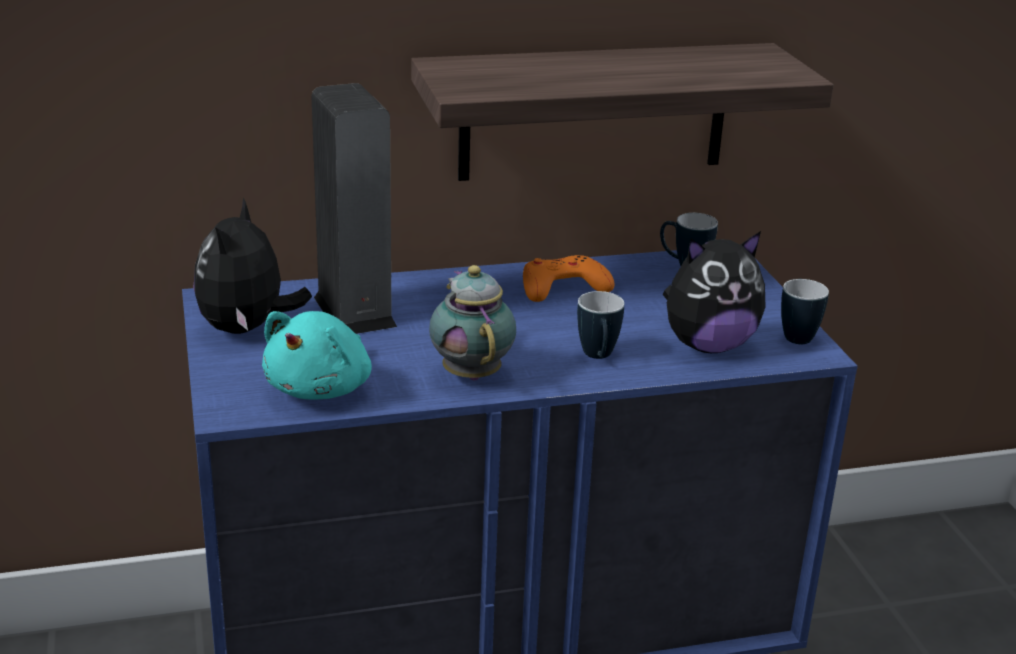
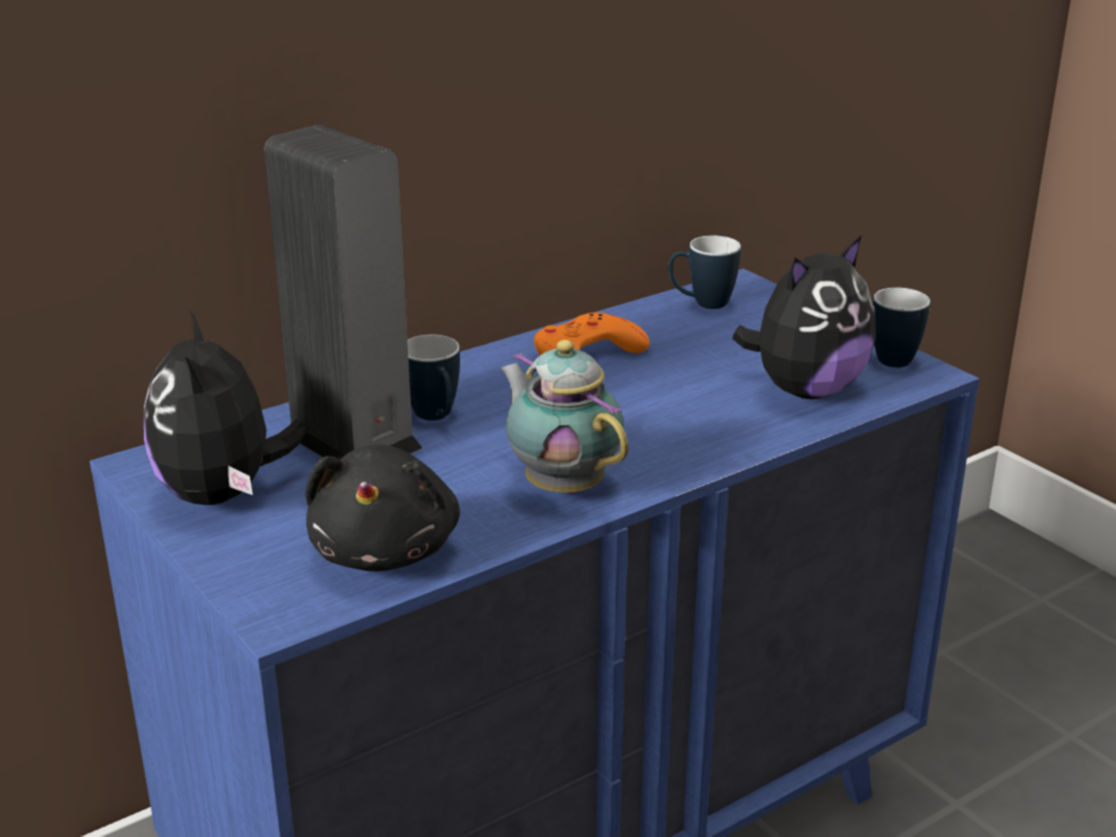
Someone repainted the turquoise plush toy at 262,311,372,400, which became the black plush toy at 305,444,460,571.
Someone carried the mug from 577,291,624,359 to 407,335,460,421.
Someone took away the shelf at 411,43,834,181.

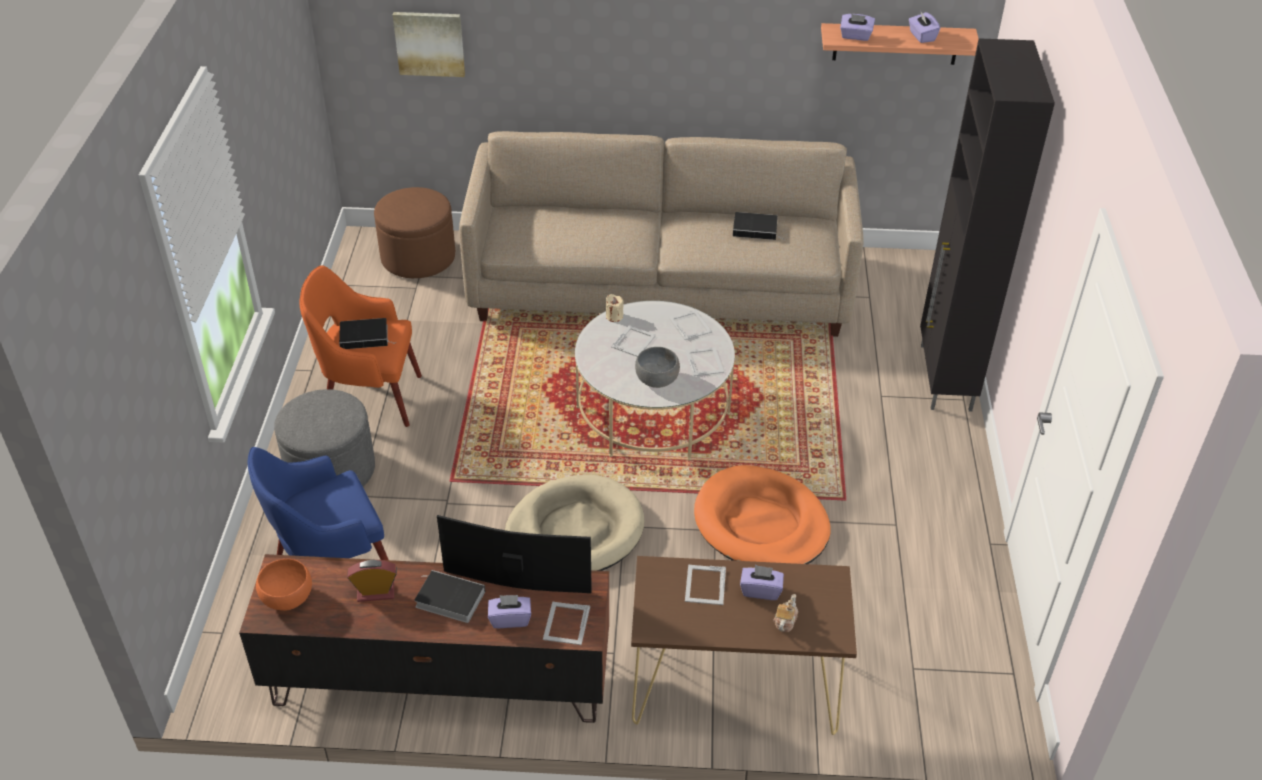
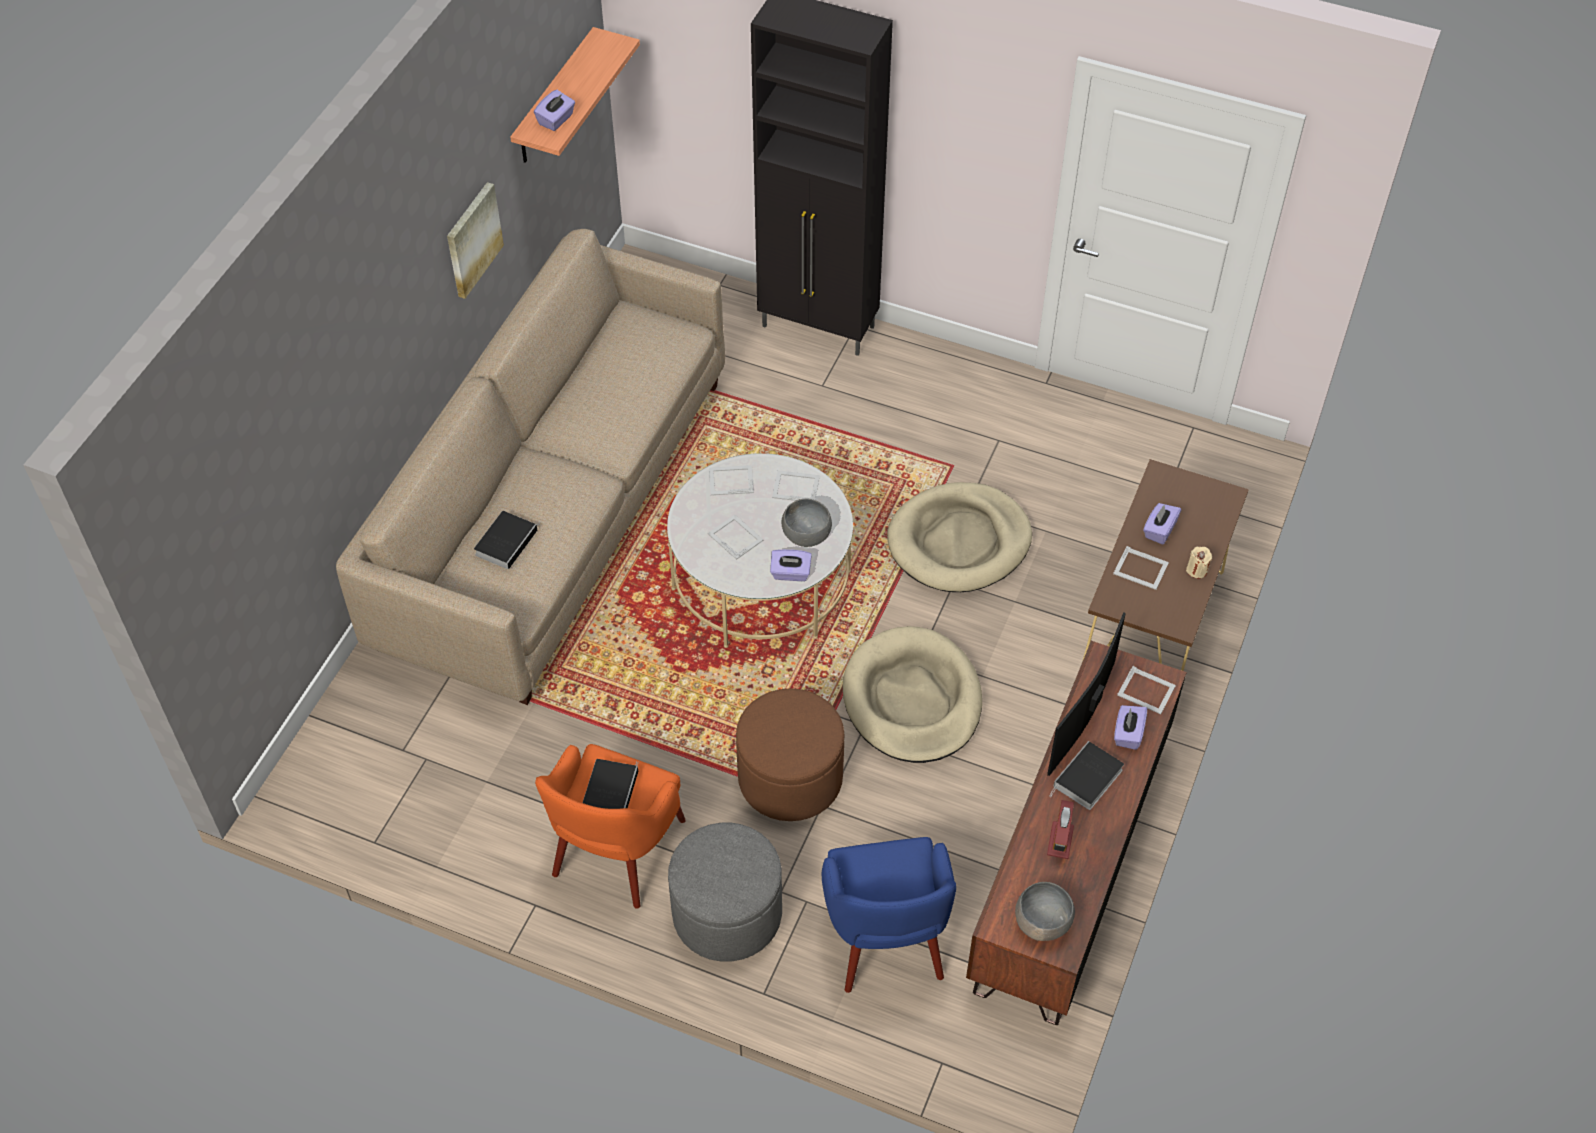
Someone carried the picture from 393,12,465,77 to 447,182,504,299.
Someone carried the book from 733,212,782,240 to 474,511,541,570.
Someone carried the brown ottoman from 374,187,455,278 to 736,688,845,821.
Someone carried the purple tissue box from 909,10,940,43 to 770,549,812,581.
Someone repainted the orange dog bed at 694,465,830,564, which became the beige dog bed at 887,482,1032,592.
Someone repainted the orange bowl at 256,559,312,611, which became the grey bowl at 1015,882,1075,941.
Someone carried the beige candle from 606,294,624,322 to 1186,547,1212,579.
Someone took away the teapot at 773,594,798,632.

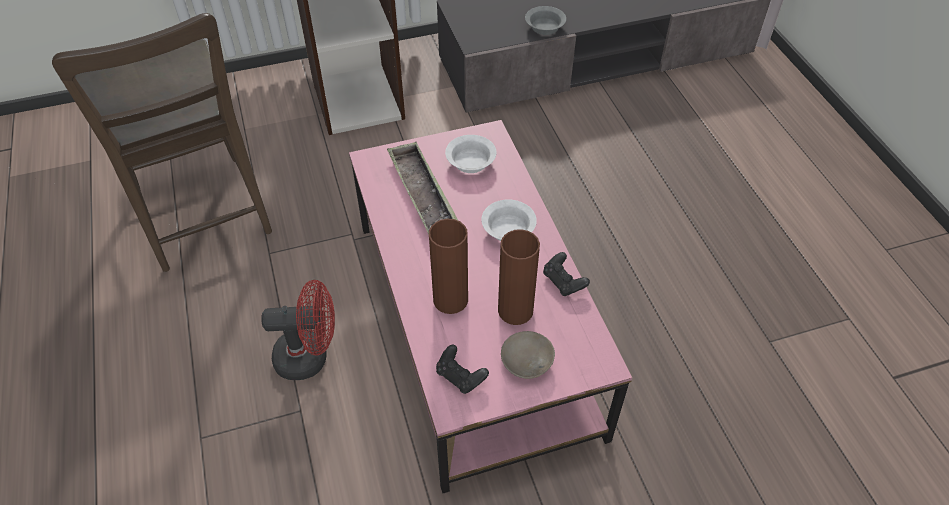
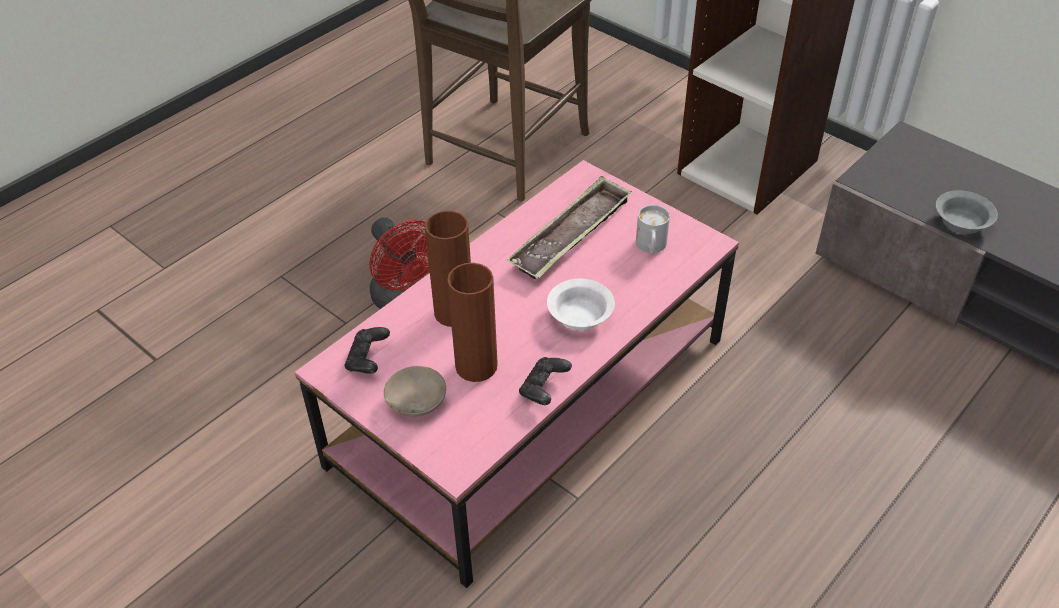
Someone swapped the white bowl at 445,135,497,173 for the white mug at 636,205,670,255.

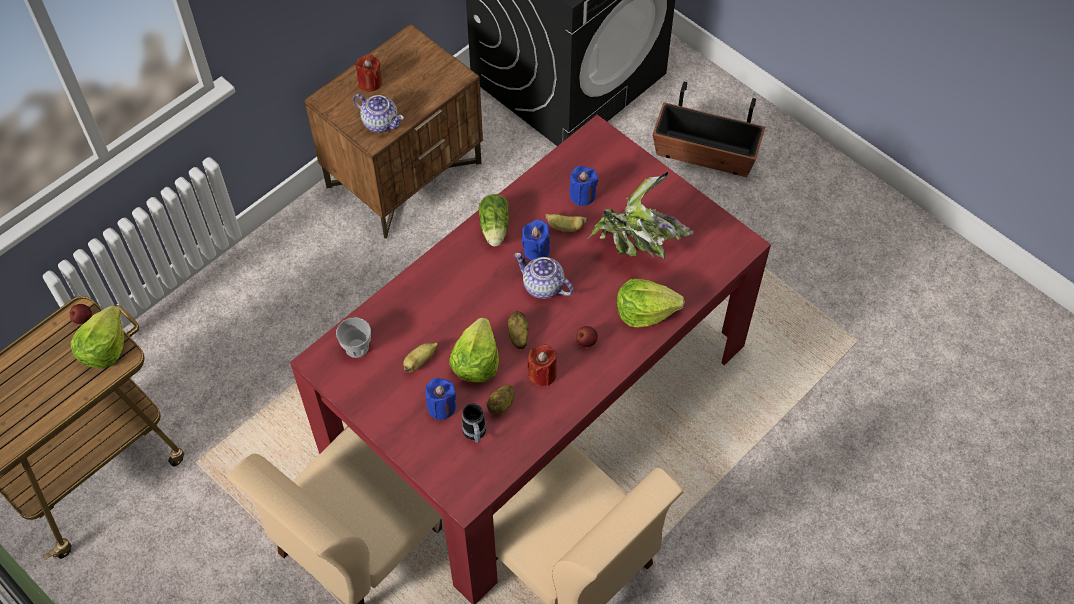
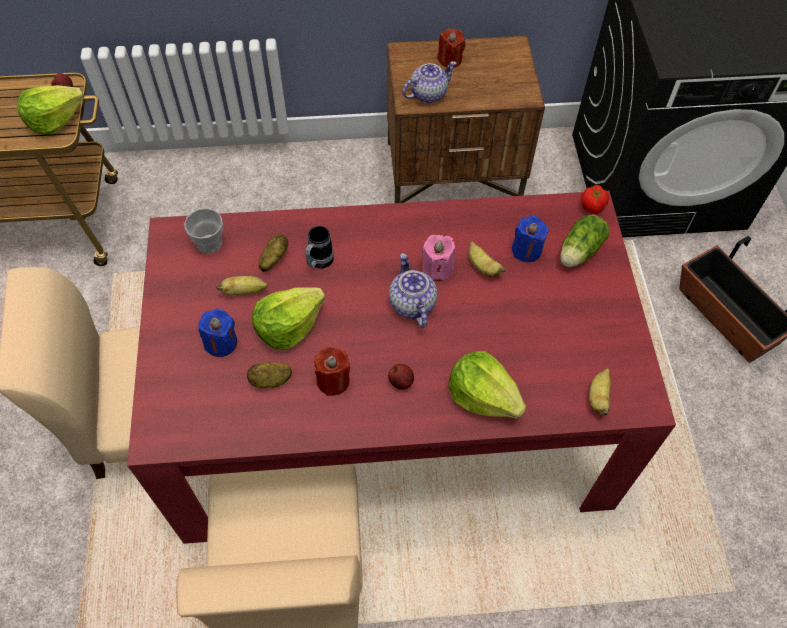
Someone carried the potato from 508,312,528,349 to 258,234,288,272.
Someone carried the mug from 462,403,486,443 to 305,226,334,268.
Someone rotated the teapot at 353,94,404,133 by 105 degrees counterclockwise.
Someone repainted the blue candle at 522,219,550,260, which became the pink candle at 421,235,455,281.
Someone carried the lettuce from 478,194,509,246 to 560,215,609,267.
Someone put down the tomato at 581,185,609,214.
Someone put down the banana at 589,368,611,415.
Someone took away the potted plant at 588,172,694,259.

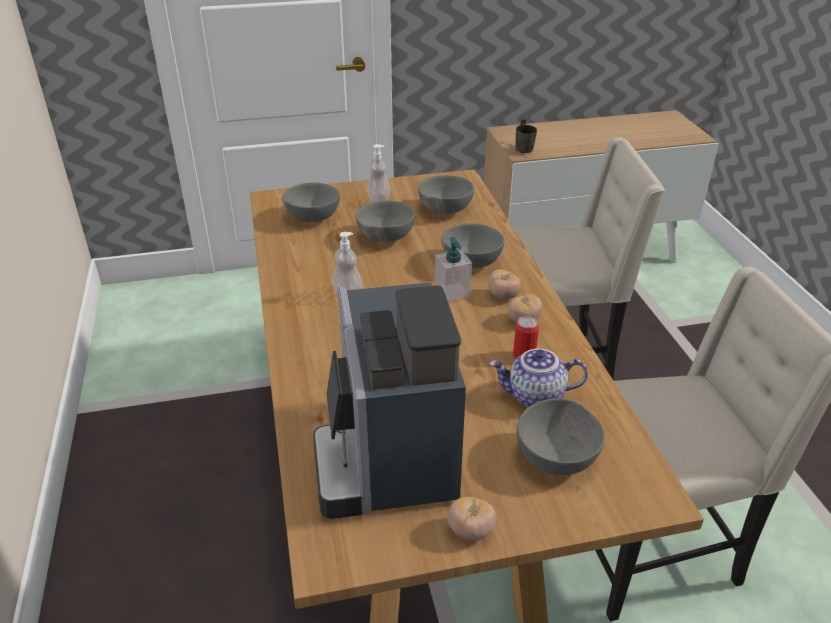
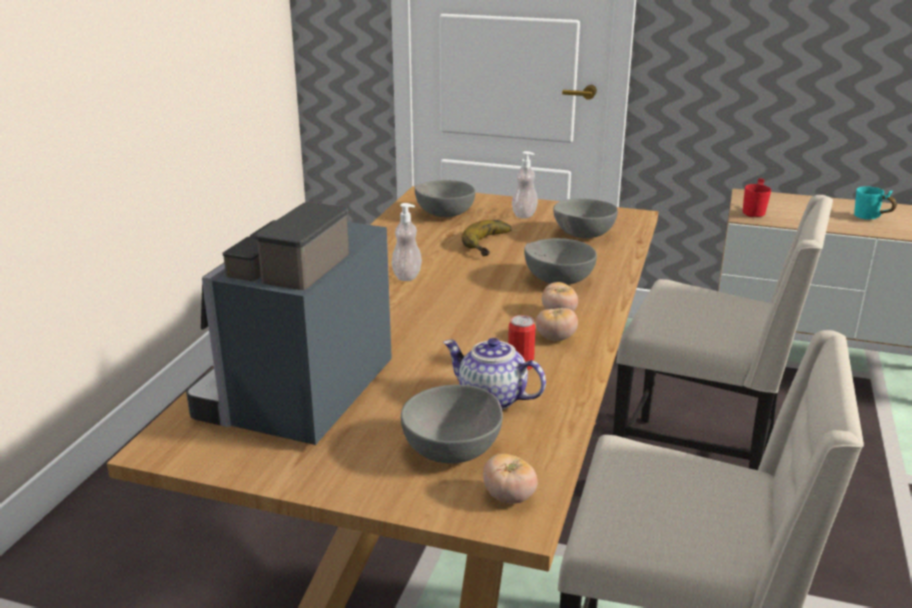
Someone swapped the grey bowl at 355,201,415,242 for the banana at 462,220,512,256.
Someone carried the tomato from 447,497,496,541 to 483,454,538,504.
Someone repainted the grey mug at 515,120,537,153, which became the red mug at 743,179,771,217.
Someone put down the turquoise mug at 854,186,897,220.
Someone took away the soap dispenser at 435,237,472,302.

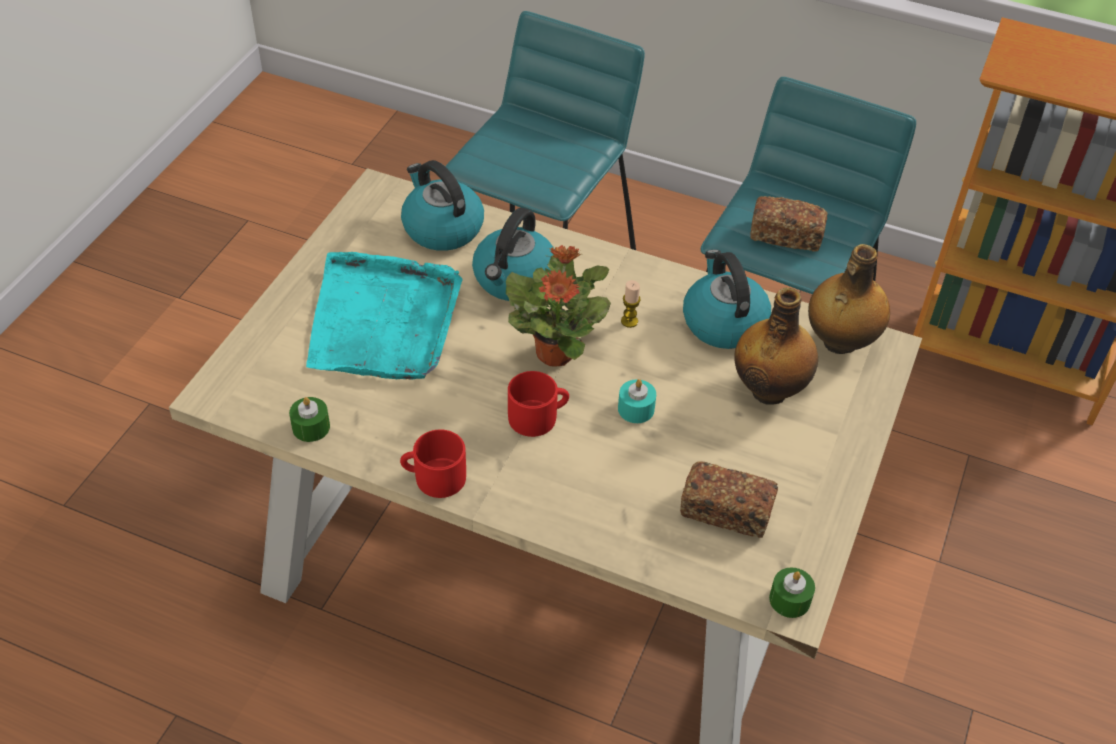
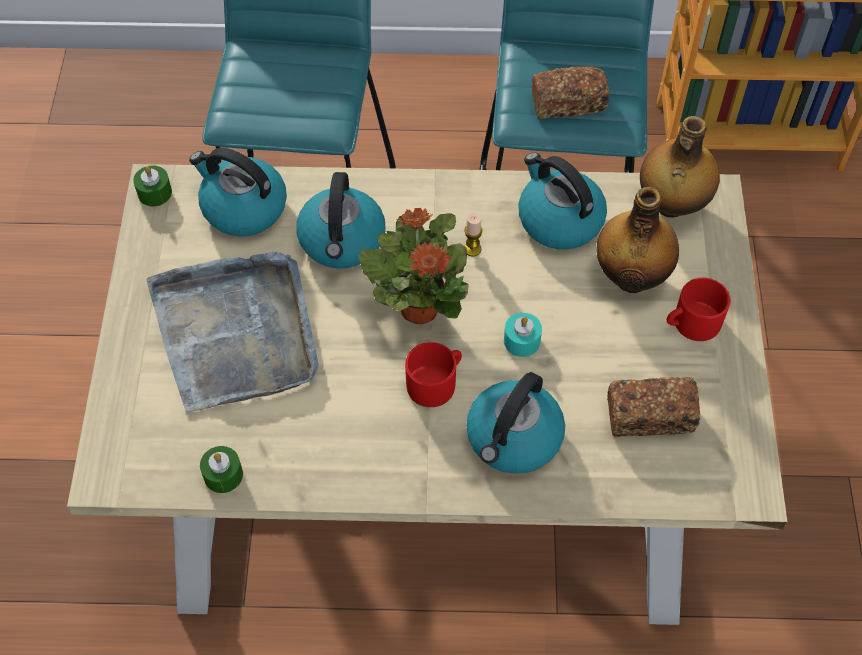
Someone carried the green candle from 769,568,815,618 to 133,165,172,207.
Someone repainted the turquoise tray at 306,252,462,379, which became the grey tray at 146,252,319,412.
Someone put down the kettle at 466,372,565,474.
Someone carried the red mug from 400,429,466,498 to 667,278,730,341.

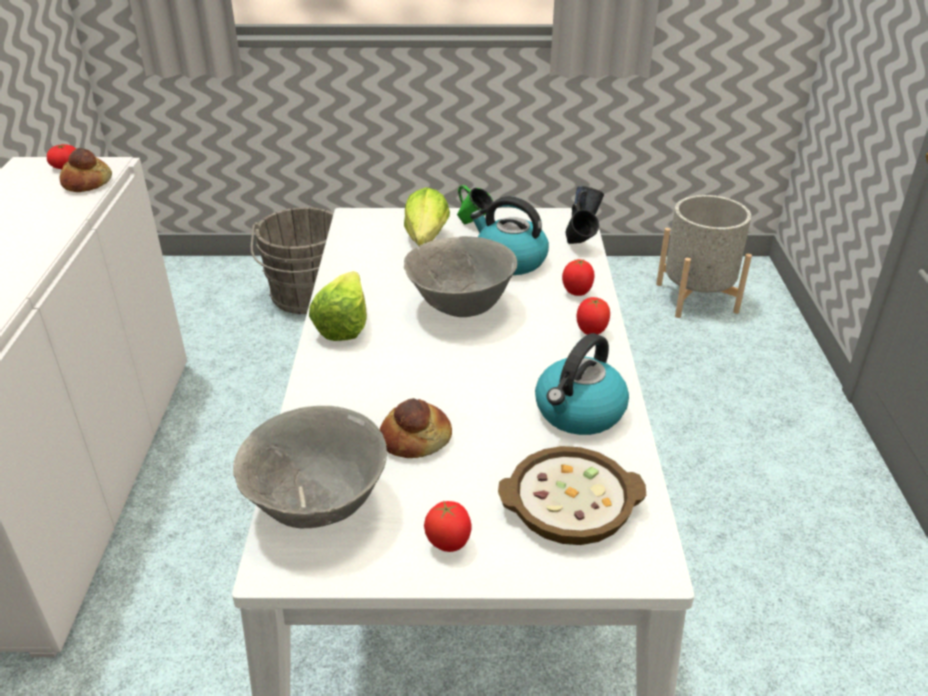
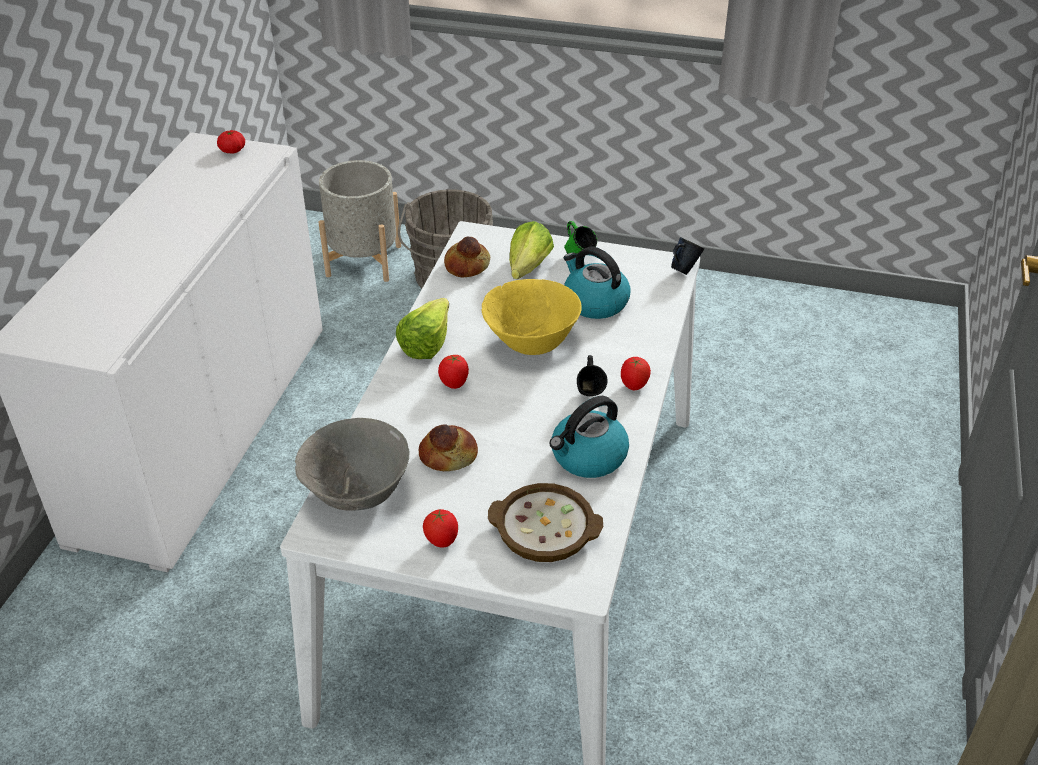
Someone carried the grey planter from 656,195,752,318 to 318,160,401,282.
Someone carried the tomato from 562,259,595,296 to 438,355,469,389.
Someone carried the bread from 59,148,112,192 to 444,236,490,278.
Someone repainted the grey bowl at 404,236,517,317, which became the yellow bowl at 481,279,582,355.
Someone carried the black mug from 566,203,599,244 to 577,355,608,396.

